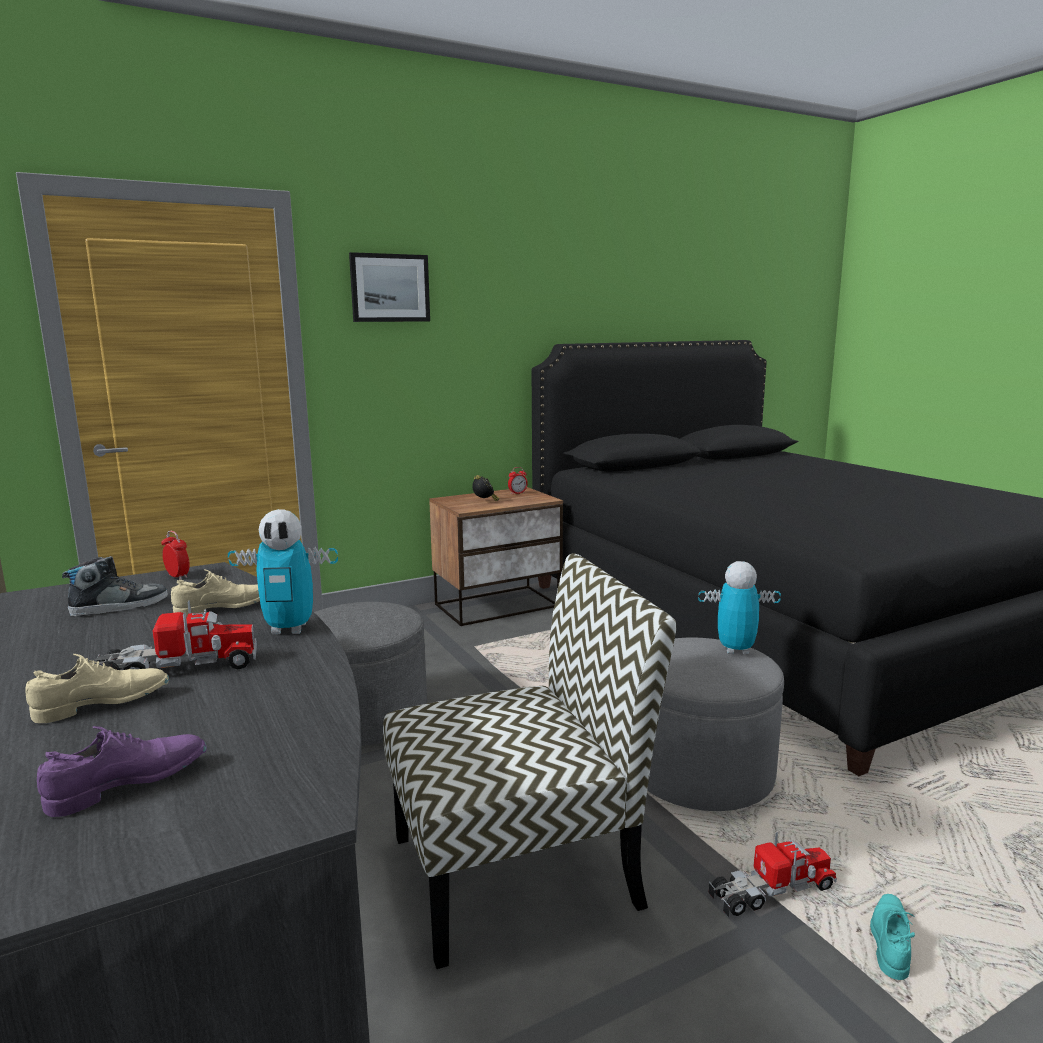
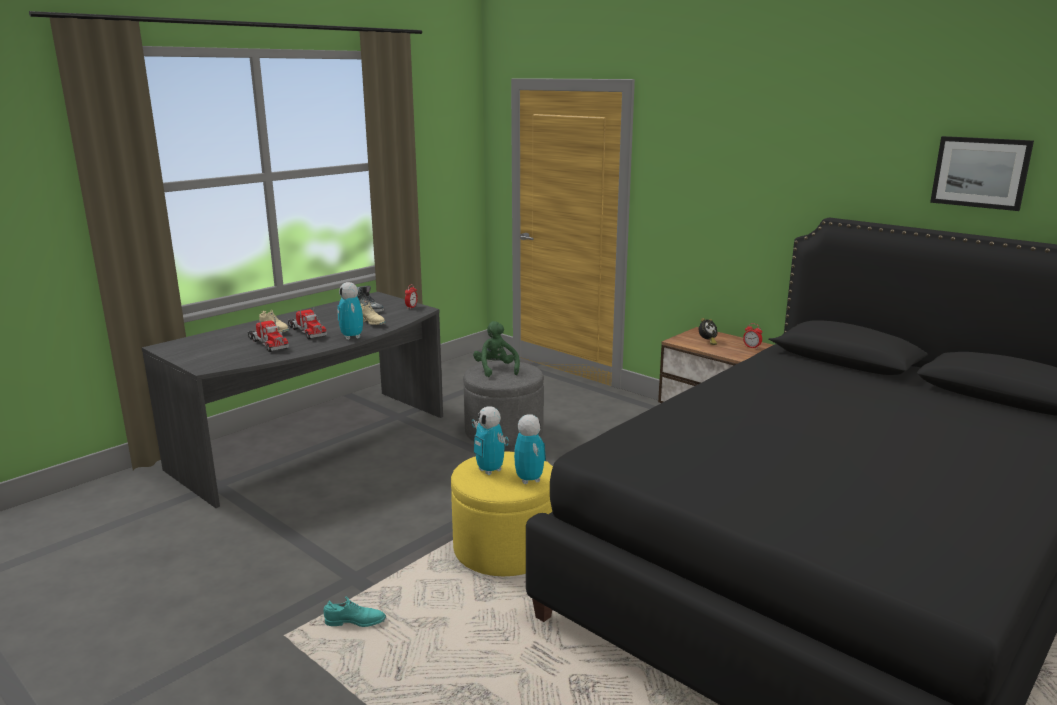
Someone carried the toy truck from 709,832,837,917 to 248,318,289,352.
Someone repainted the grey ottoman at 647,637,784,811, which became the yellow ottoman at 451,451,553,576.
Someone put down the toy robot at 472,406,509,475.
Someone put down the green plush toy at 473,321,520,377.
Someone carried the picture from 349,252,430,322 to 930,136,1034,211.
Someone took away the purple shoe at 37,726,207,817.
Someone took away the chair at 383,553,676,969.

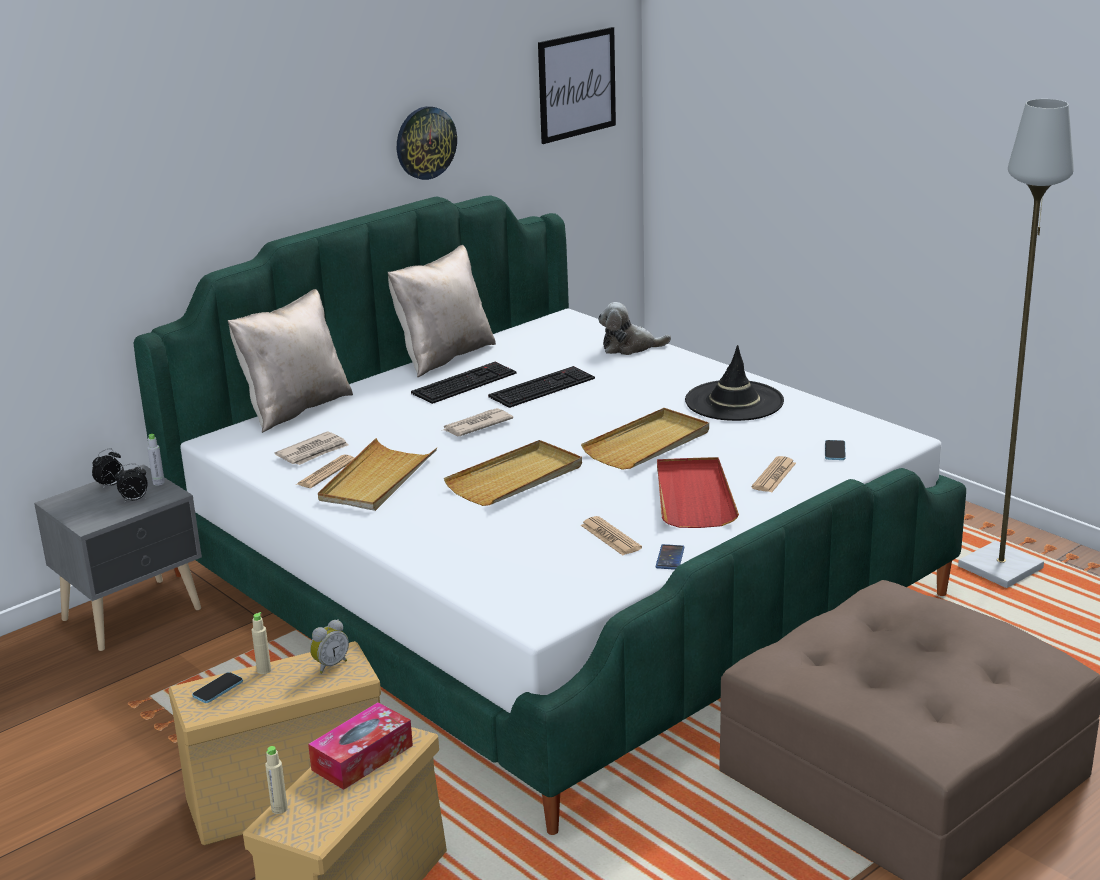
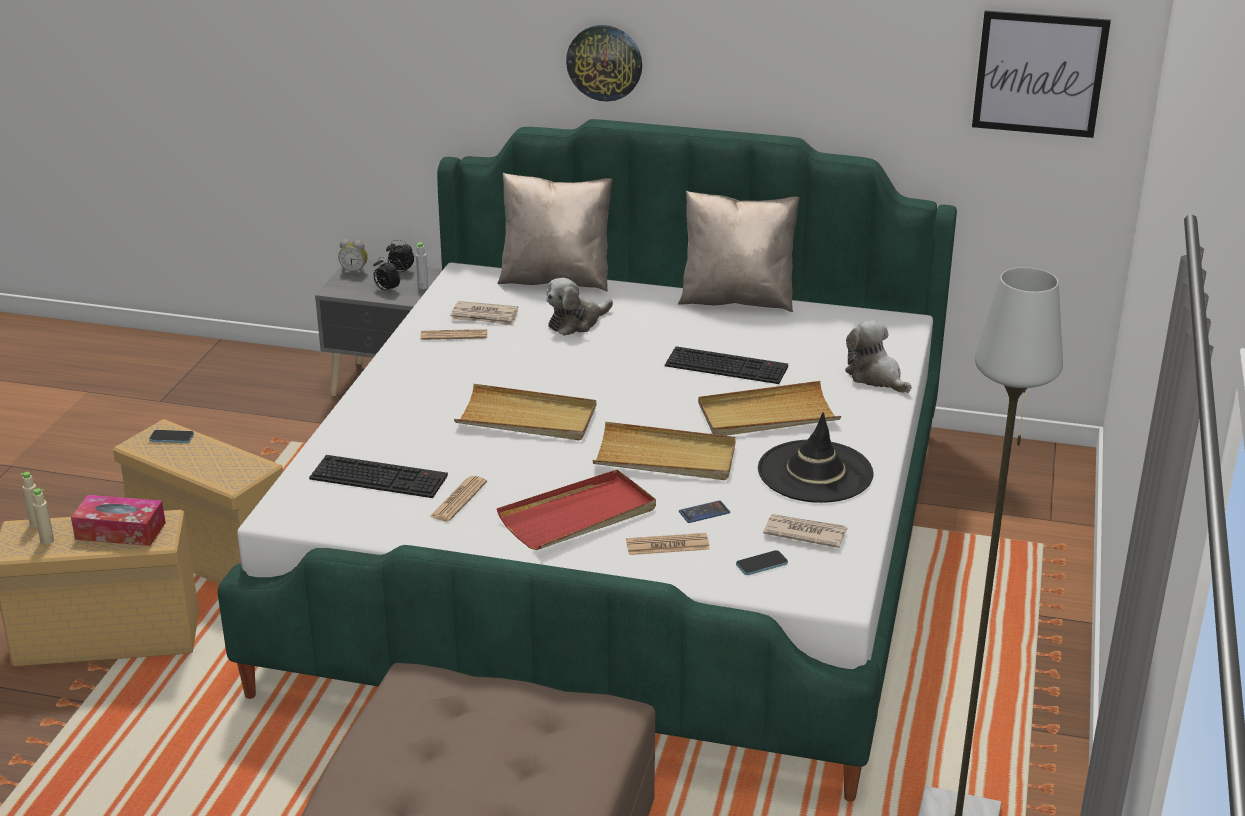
Someone carried the beige bottle from 252,612,271,674 to 33,488,54,544.
Someone carried the keyboard from 411,362,517,404 to 309,455,448,498.
Someone carried the alarm clock from 310,619,349,674 to 338,239,368,275.
Someone put down the plush toy at 546,278,613,336.
Someone carried the wall clock from 397,106,457,180 to 566,25,642,102.
Someone carried the phone from 656,544,685,570 to 679,500,730,523.
Someone carried the beige tray from 318,438,437,511 to 698,381,841,436.
Someone carried the newspaper from 444,408,513,436 to 763,514,848,548.

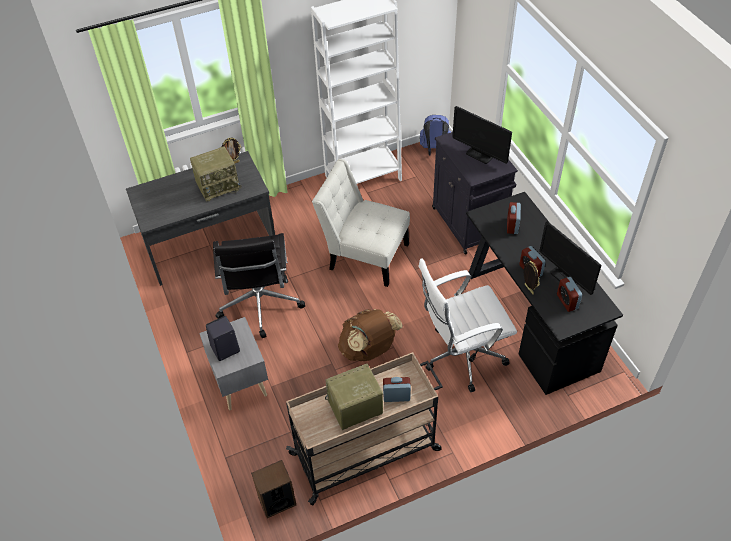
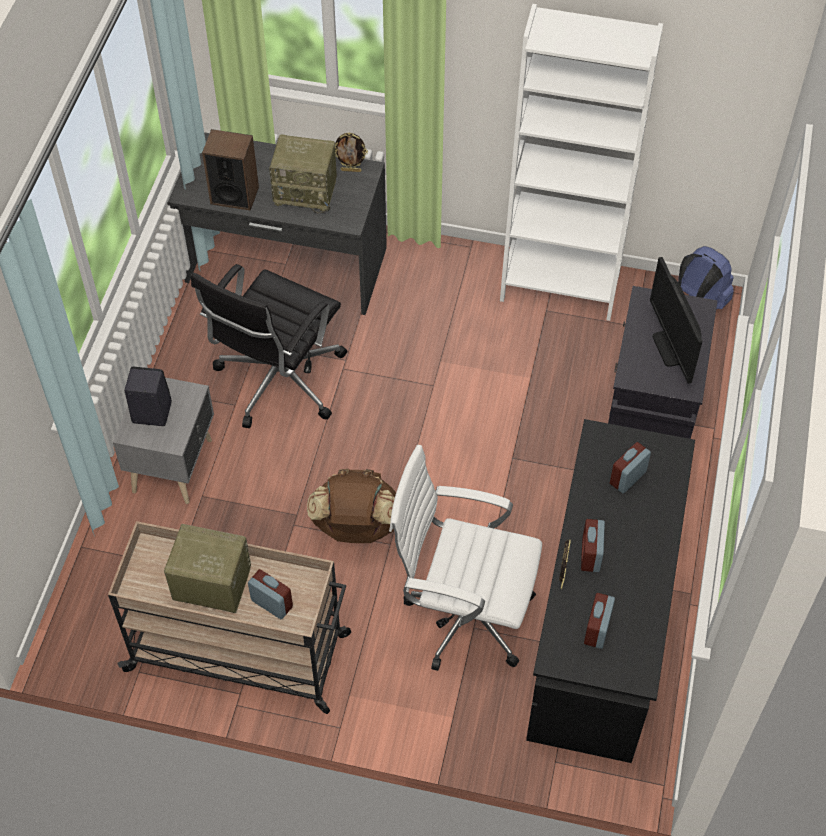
Someone carried the speaker from 251,460,296,518 to 202,129,259,211.
Someone took away the white chair at 312,159,410,287.
Someone took away the monitor at 539,221,601,295.

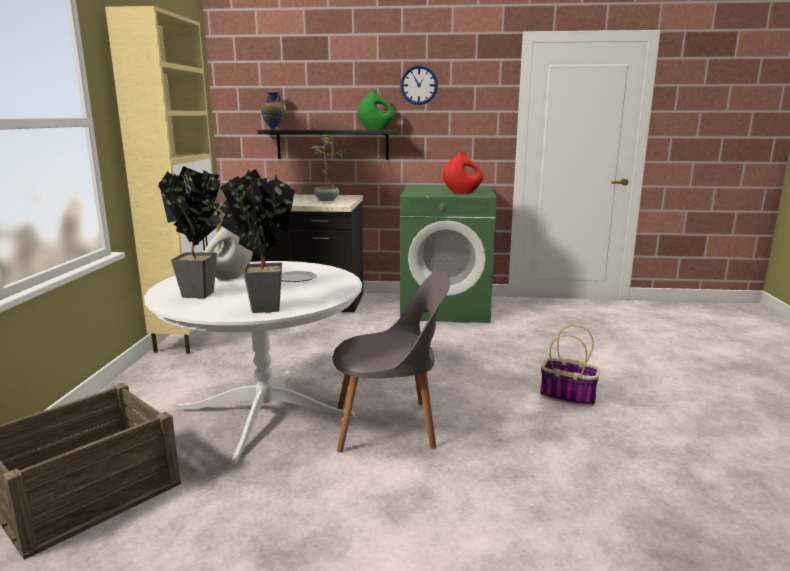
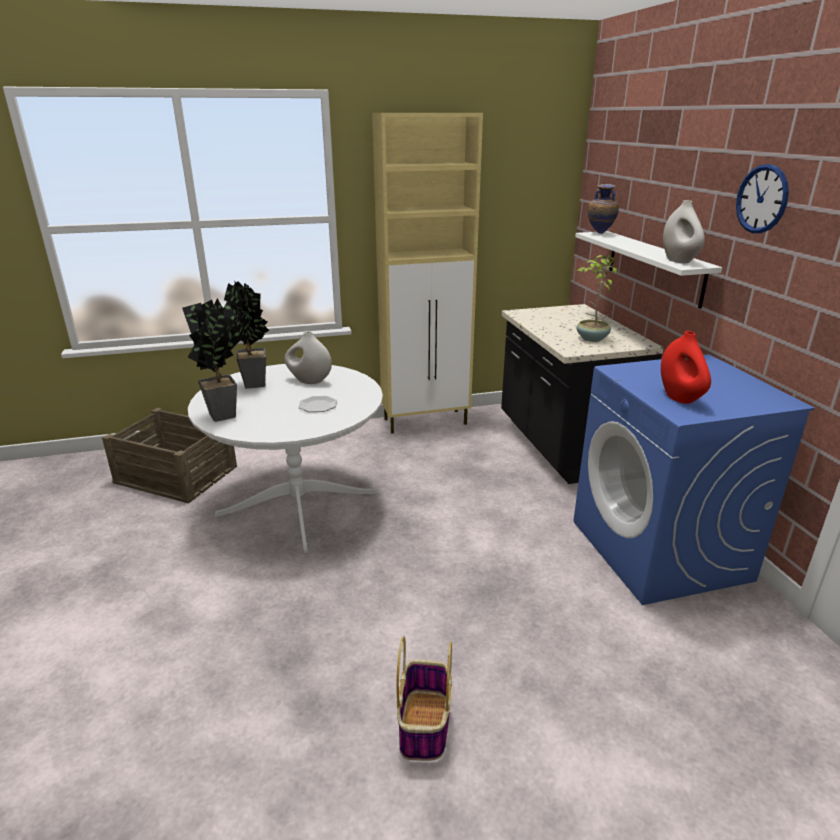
Someone repainted the green washing machine at 400,185,497,323, which became the blue washing machine at 573,354,815,605.
Someone repainted the black shelf at 257,130,399,160, which became the white shelf at 575,231,722,309.
Someone repainted the green vase at 357,90,395,130, which became the white vase at 663,200,705,263.
Someone took away the grey chair at 333,270,450,452.

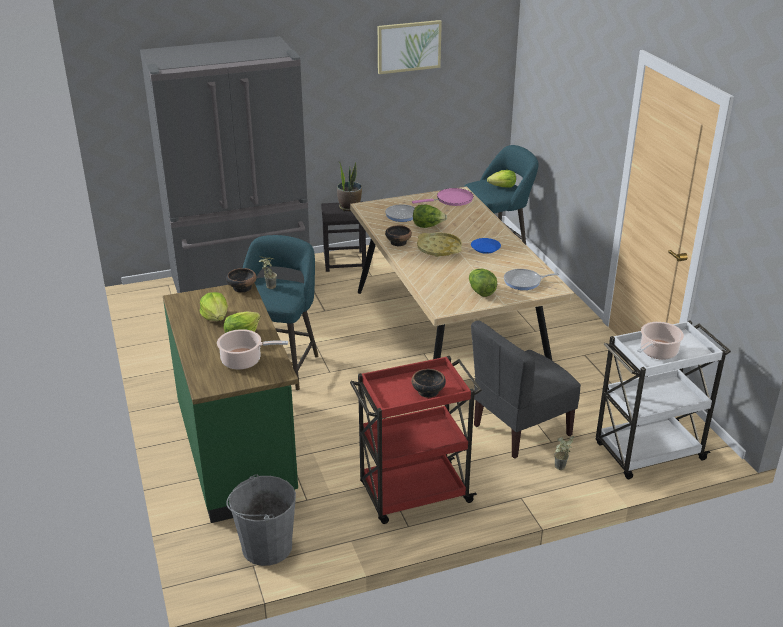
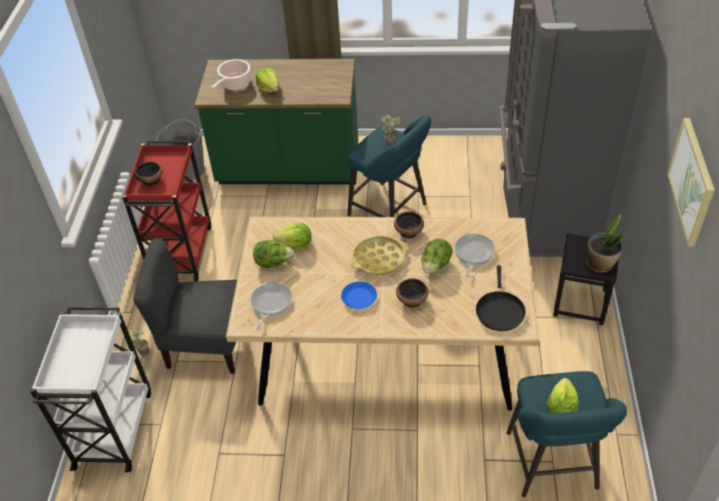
Someone rotated the grey chair at 471,320,581,459 by 75 degrees counterclockwise.
Someone carried the lettuce from 200,292,228,321 to 273,223,311,248.
Someone carried the bowl from 226,268,257,293 to 396,278,428,307.
Someone repainted the pink frying pan at 412,188,473,206, which became the black frying pan at 476,265,526,331.
Someone took away the cooking pot at 637,322,684,360.

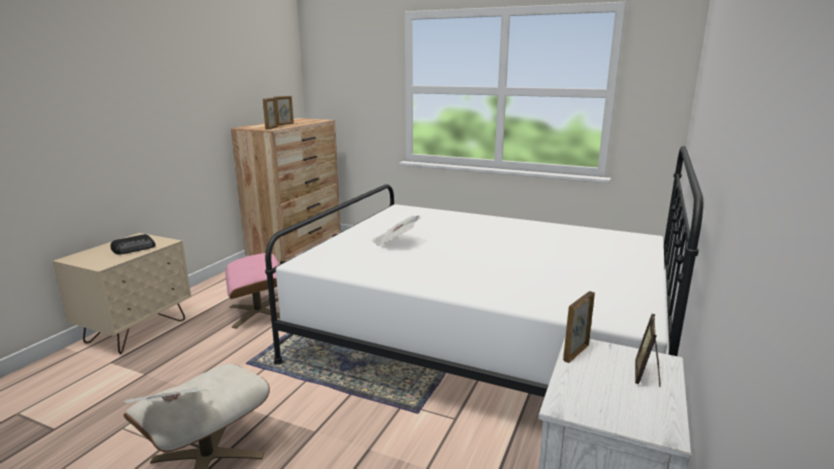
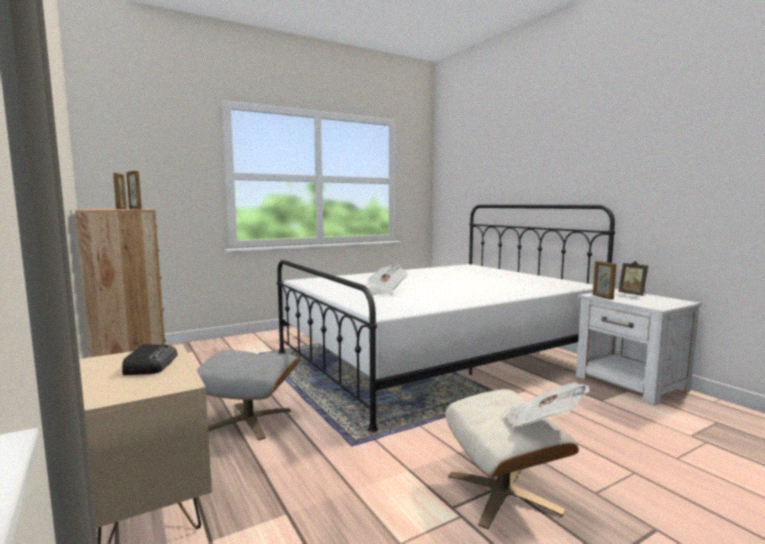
Someone repainted the pink ottoman at 225,253,280,329, which became the grey ottoman at 197,350,299,440.

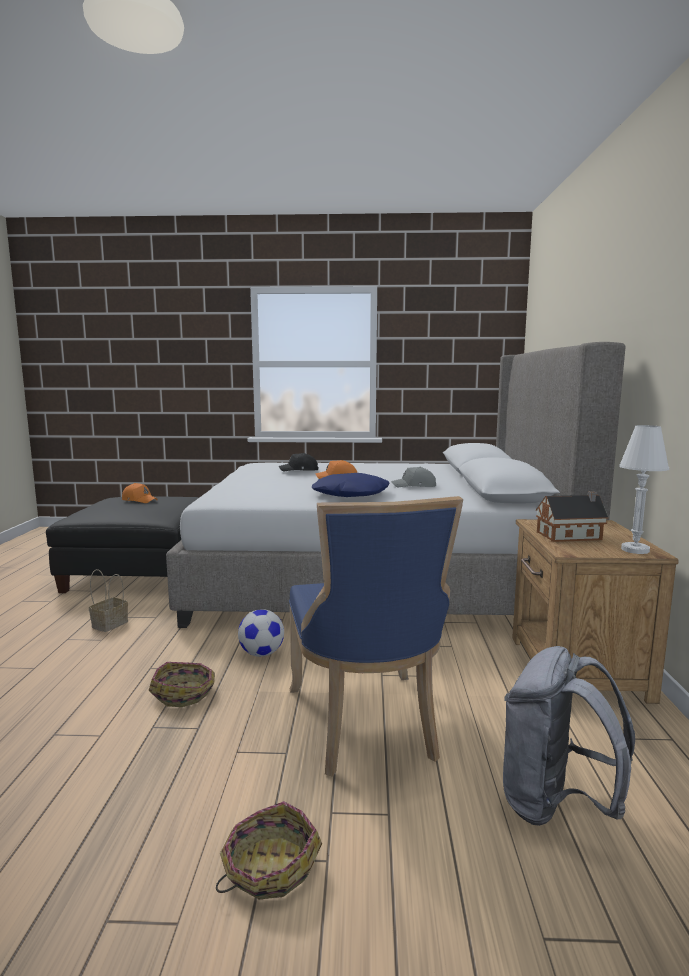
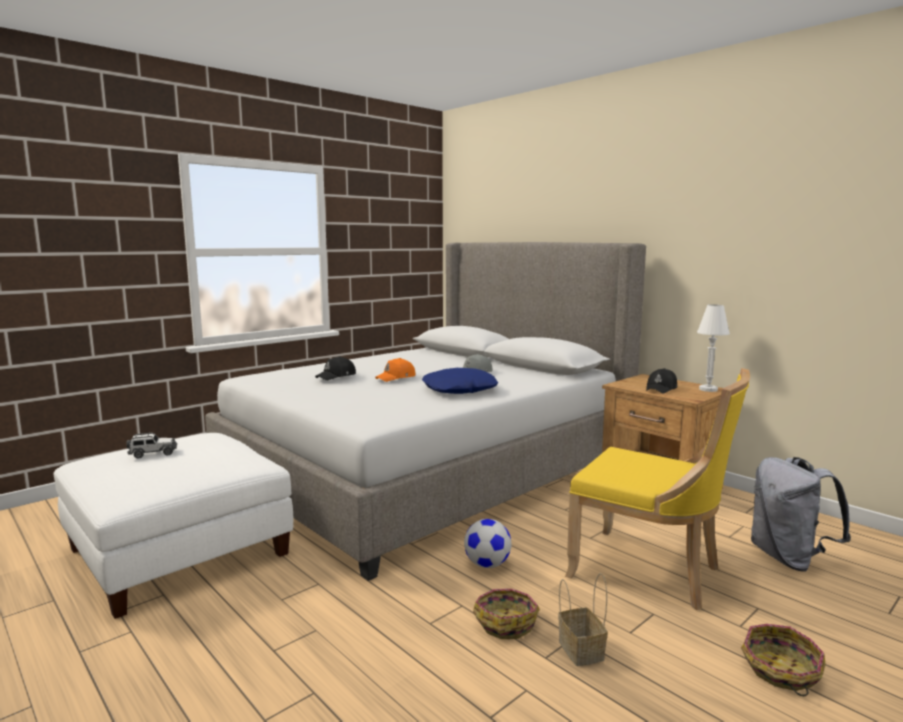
Someone repainted the black ottoman at 46,496,199,593, which became the white ottoman at 54,433,293,619.
Someone swapped the orange cap at 122,483,158,503 for the toy car at 126,433,177,459.
Someone carried the basket from 89,569,128,632 to 558,573,608,666.
Someone repainted the blue chair at 289,496,463,777, which became the yellow chair at 565,368,750,610.
Someone swapped the toy house at 536,491,609,542 for the black cap at 646,368,677,393.

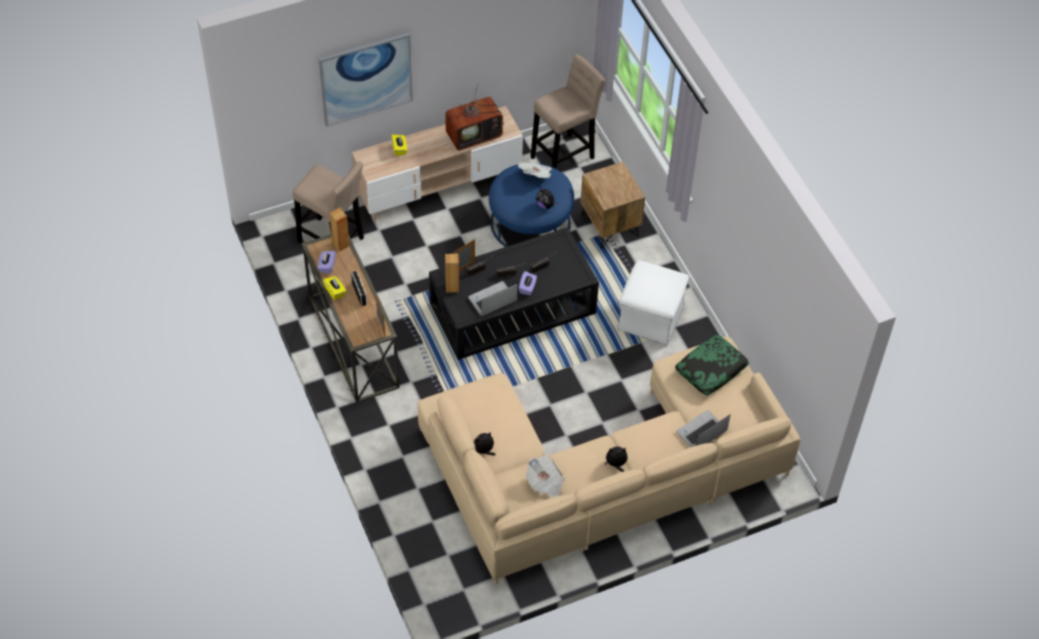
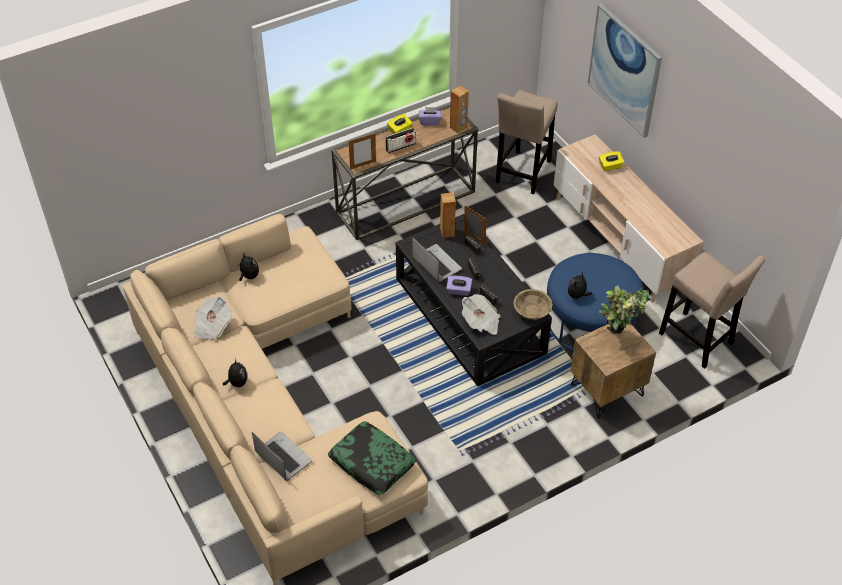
Someone carried the newspaper from 518,161,552,178 to 462,294,500,335.
Someone put down the beige bowl at 513,289,552,320.
Someone put down the potted plant at 599,285,651,334.
Someone took away the television at 445,82,505,151.
Someone took away the white ottoman at 617,260,689,345.

